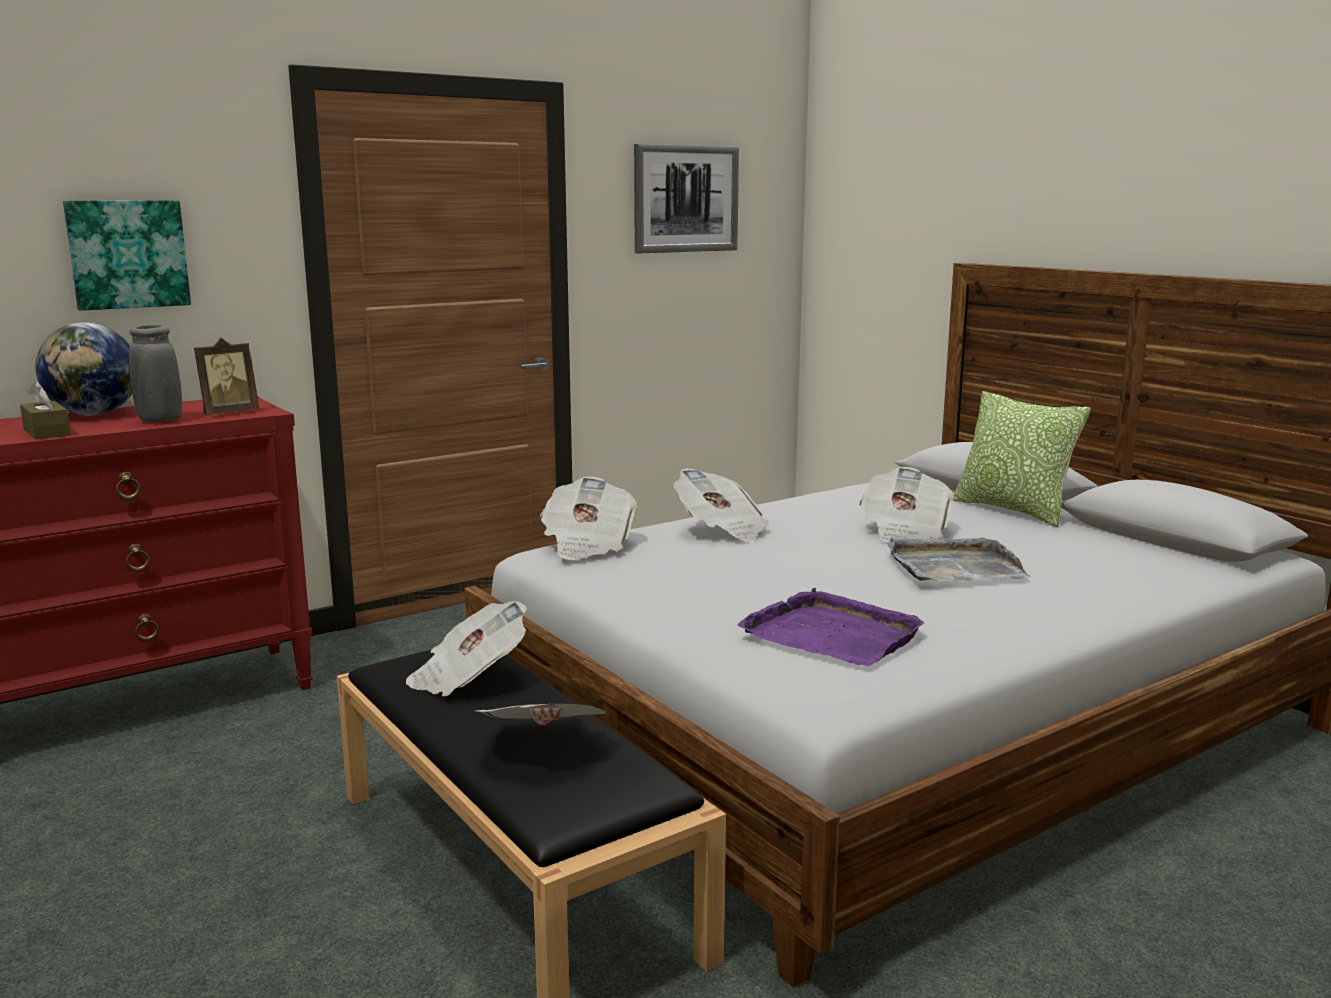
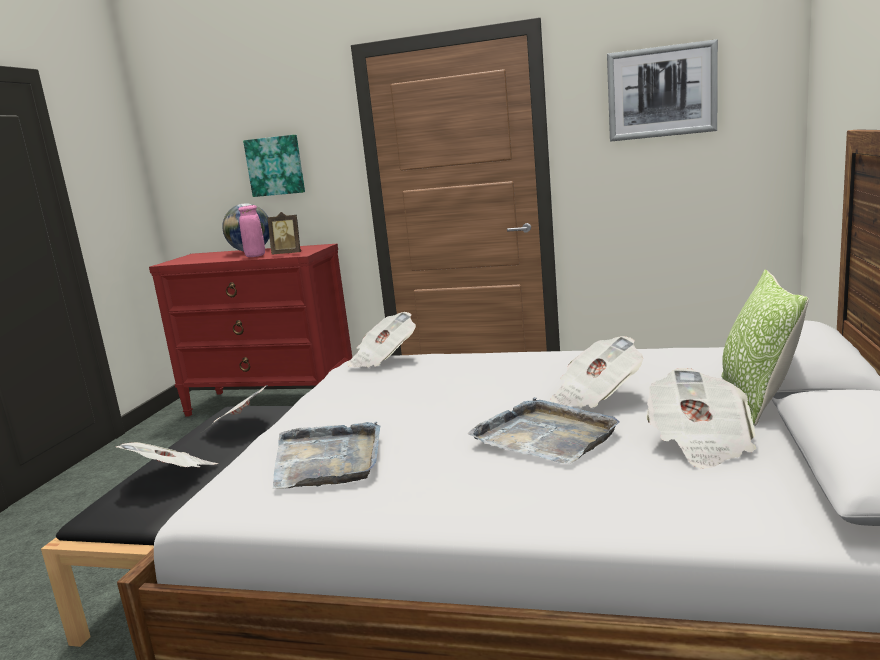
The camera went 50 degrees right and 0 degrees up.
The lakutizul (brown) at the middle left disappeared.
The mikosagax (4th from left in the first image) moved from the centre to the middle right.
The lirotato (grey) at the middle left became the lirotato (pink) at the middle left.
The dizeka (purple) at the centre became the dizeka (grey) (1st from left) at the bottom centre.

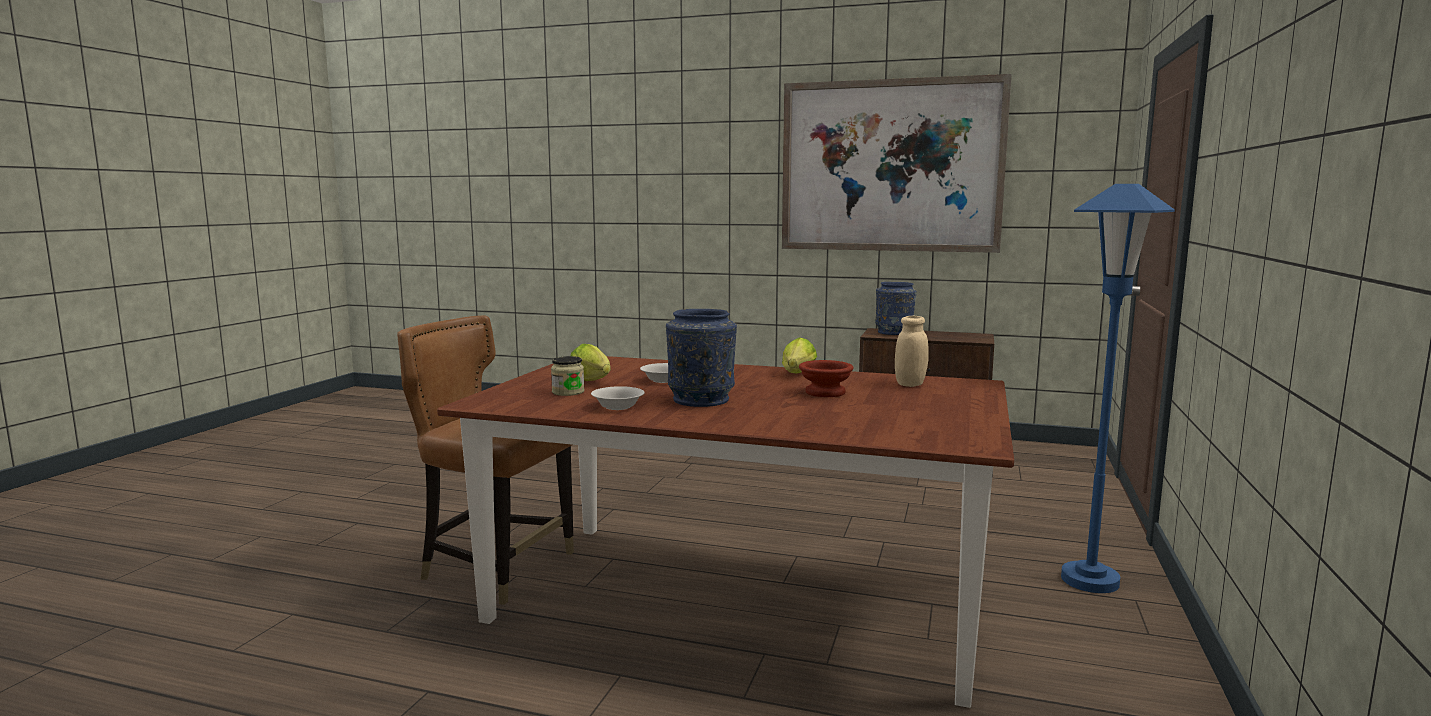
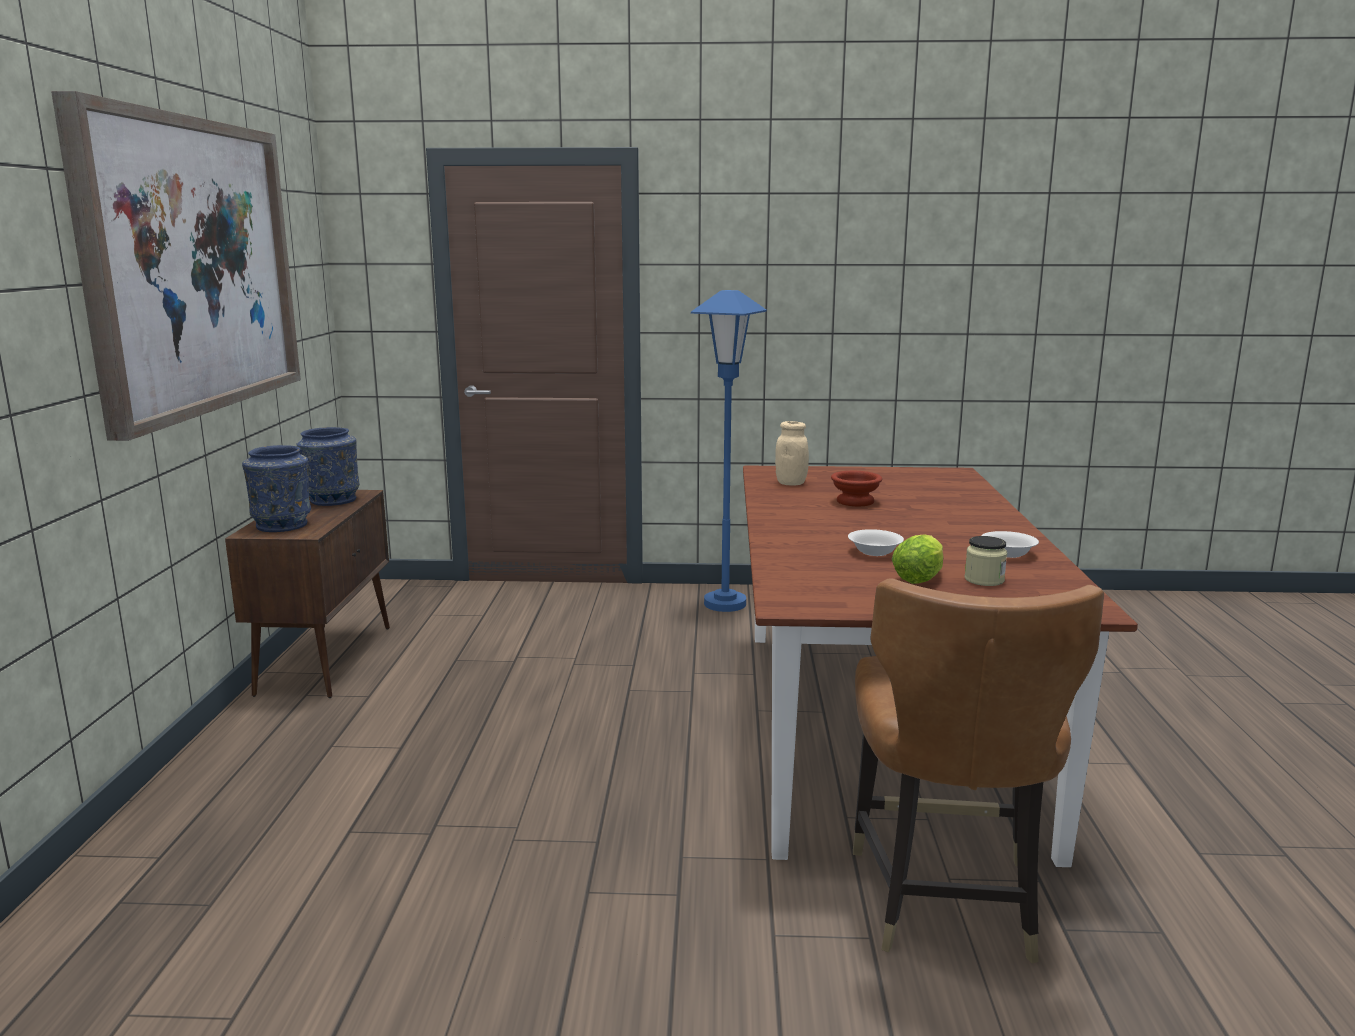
The camera went 105 degrees left and 5 degrees up.
The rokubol (2nd from left) at the centre disappeared.
The lirotato (blue) (1st from left in the first image) moved from the centre to the middle left.

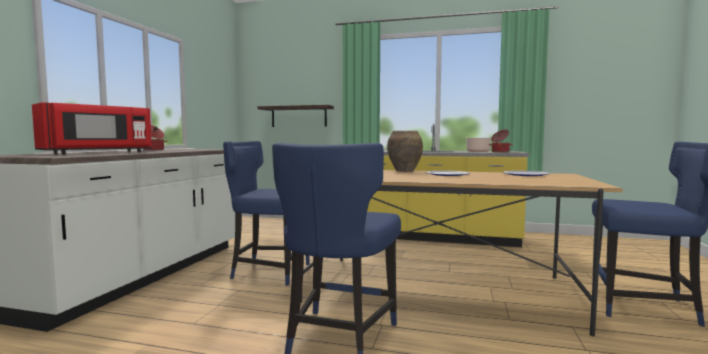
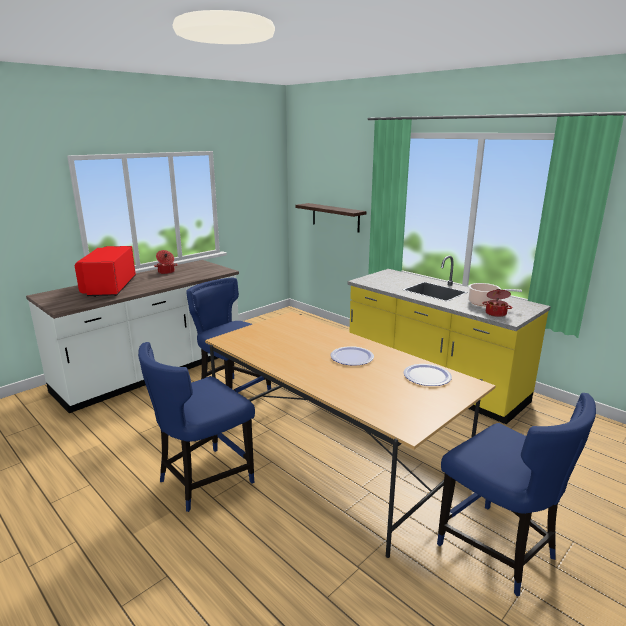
The camera went 30 degrees right and 15 degrees up.
The lirotato (brown) at the centre disappeared.
The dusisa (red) at the middle left turned 105 degrees clockwise.

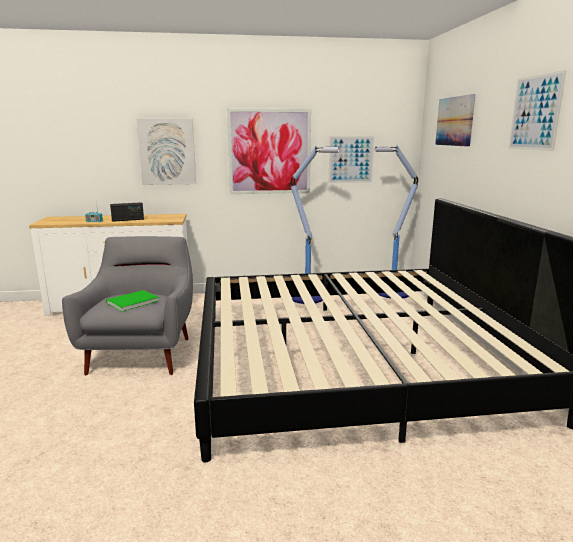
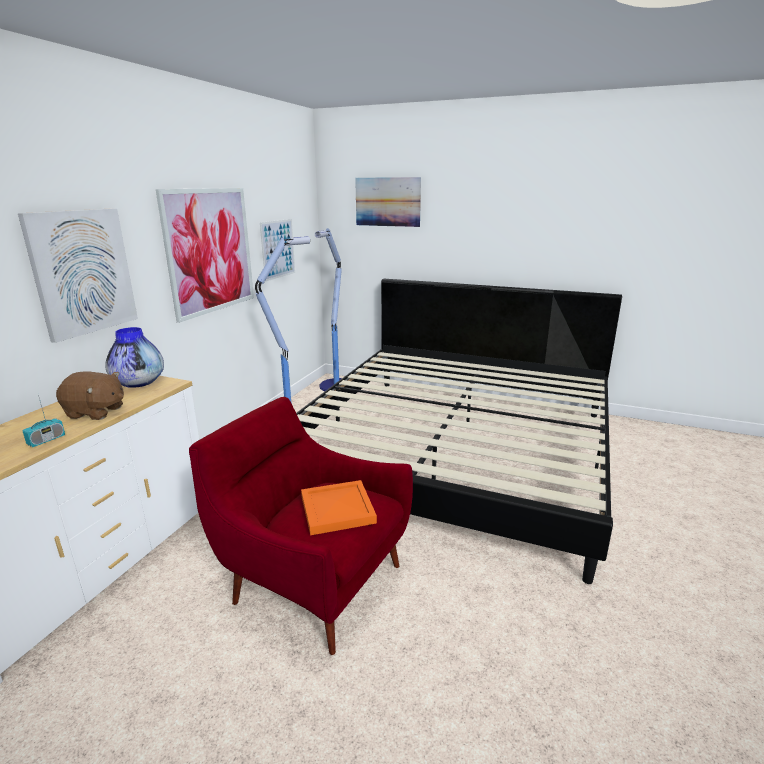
The camera went 60 degrees left and 5 degrees up.
The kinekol (5th from left) at the top right disappeared.
The lirotato at the middle left appeared.
The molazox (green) at the middle left was replaced by the dizeka (orange) at the centre.
The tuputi (2nd from left) at the middle left was replaced by the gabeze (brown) at the middle left.
The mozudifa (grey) at the middle left became the mozudifa (red) at the bottom centre.

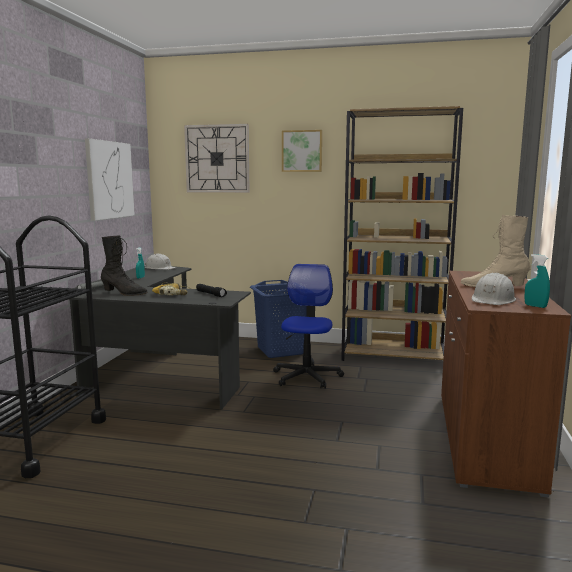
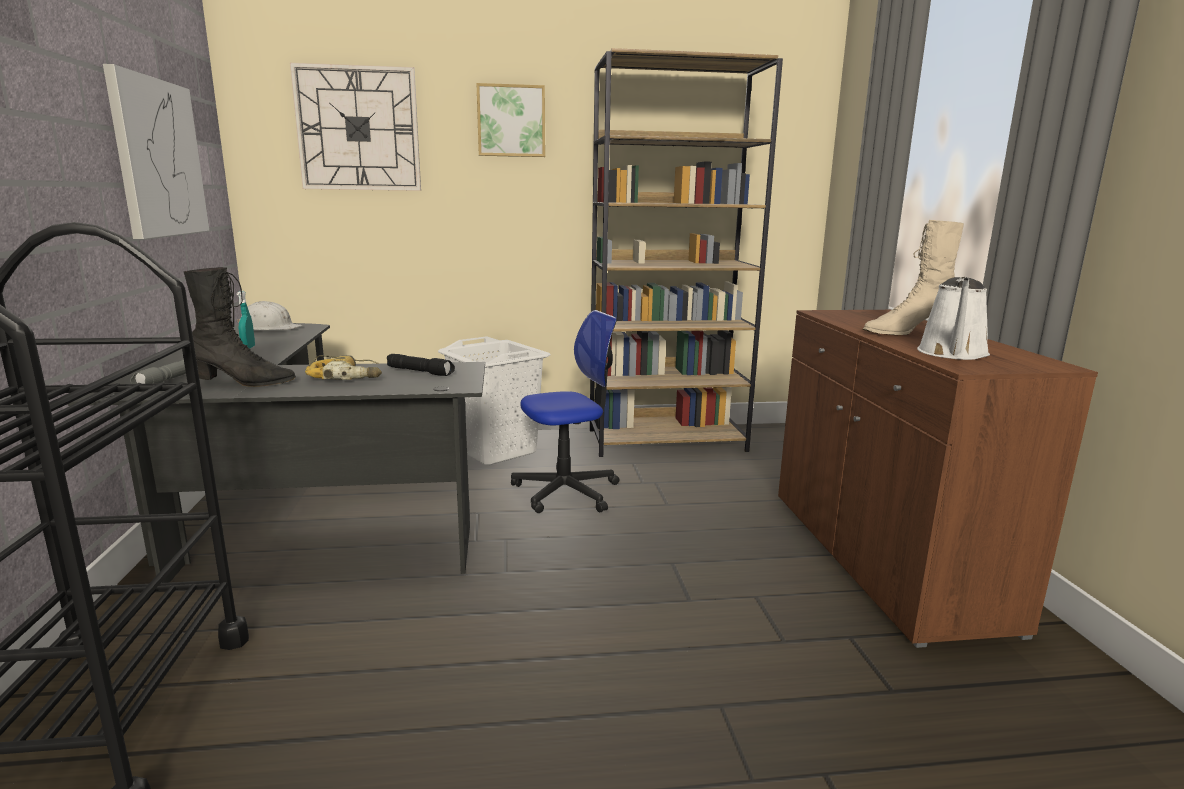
The camera went 20 degrees left and 5 degrees up.
The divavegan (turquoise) (2nd from left) at the middle right disappeared.
The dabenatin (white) (2nd from left) at the middle right was replaced by the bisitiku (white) at the middle right.
The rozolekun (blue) at the centre became the rozolekun (white) at the centre.
The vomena at the centre turned 75 degrees clockwise.

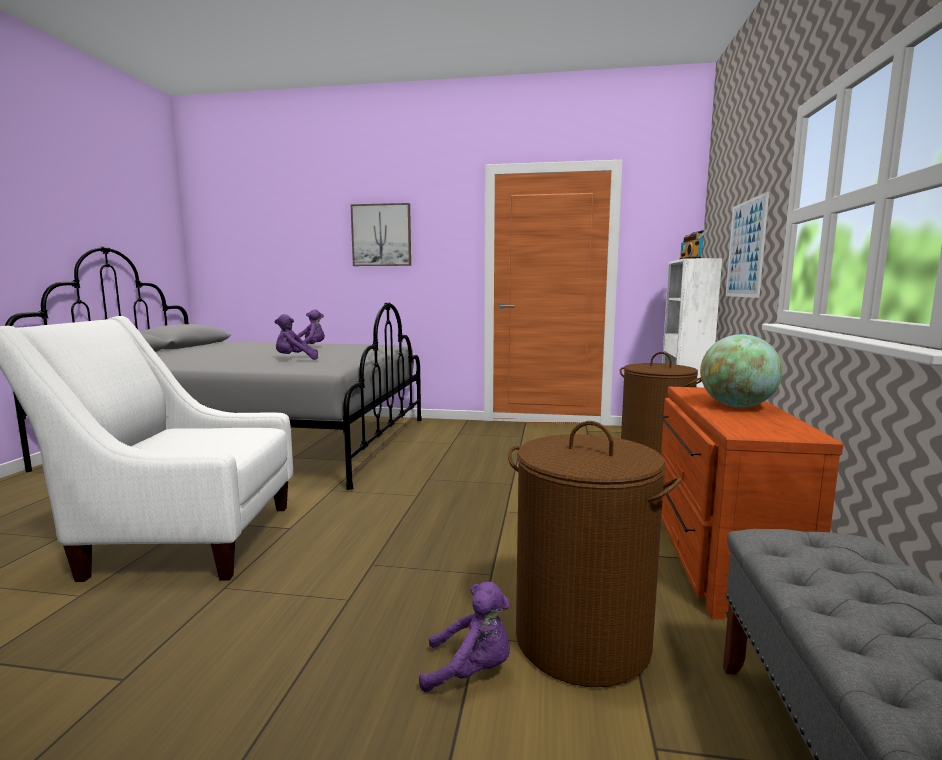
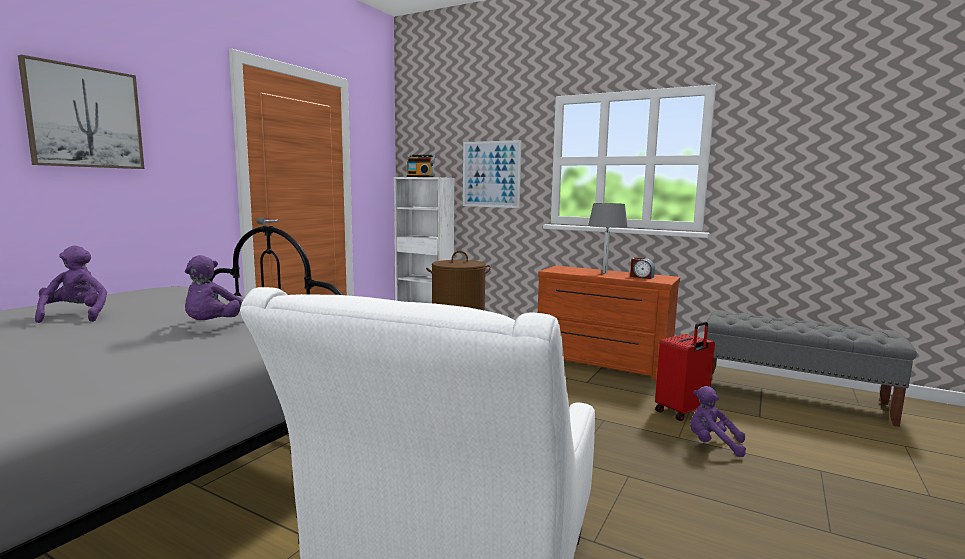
The camera went 70 degrees left and 0 degrees up.
The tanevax at the centre appeared.
The rozolekun (brown) (1st from left) at the bottom centre was replaced by the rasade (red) at the middle right.
The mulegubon at the middle right was replaced by the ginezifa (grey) at the centre.
The gabeze (purple) (3rd from left) at the bottom centre turned 90 degrees counterclockwise.

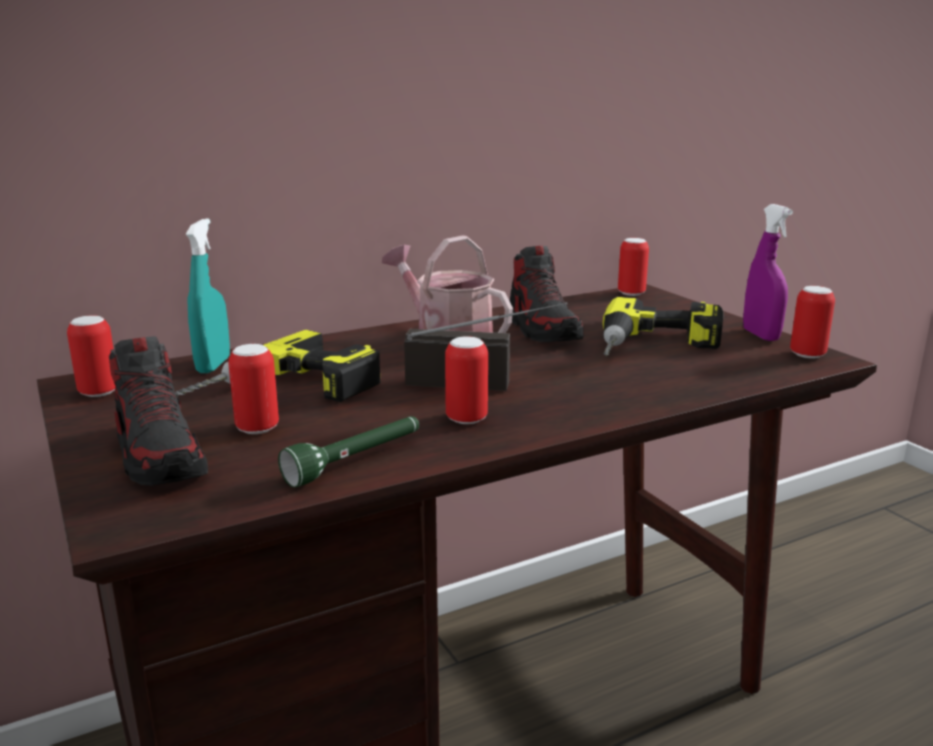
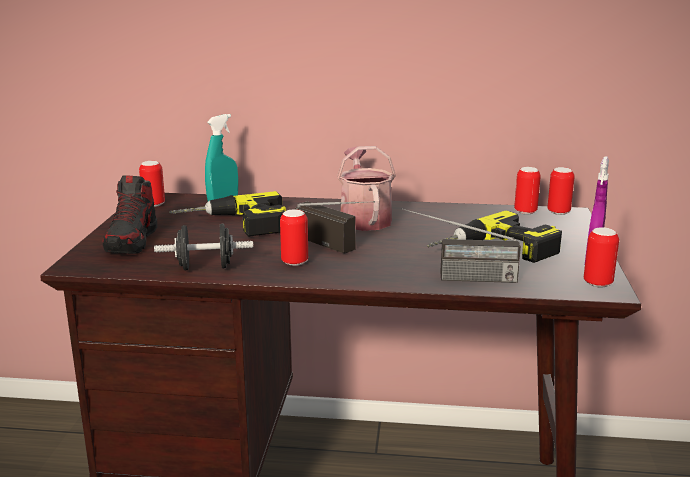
The camera went 35 degrees right and 0 degrees up.
The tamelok (2nd from left) at the centre disappeared.
The tuputi (2nd from left) at the middle right appeared.
The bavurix (2nd from left in the first image) moved from the middle left to the middle right.
The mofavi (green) at the centre was replaced by the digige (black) at the middle left.

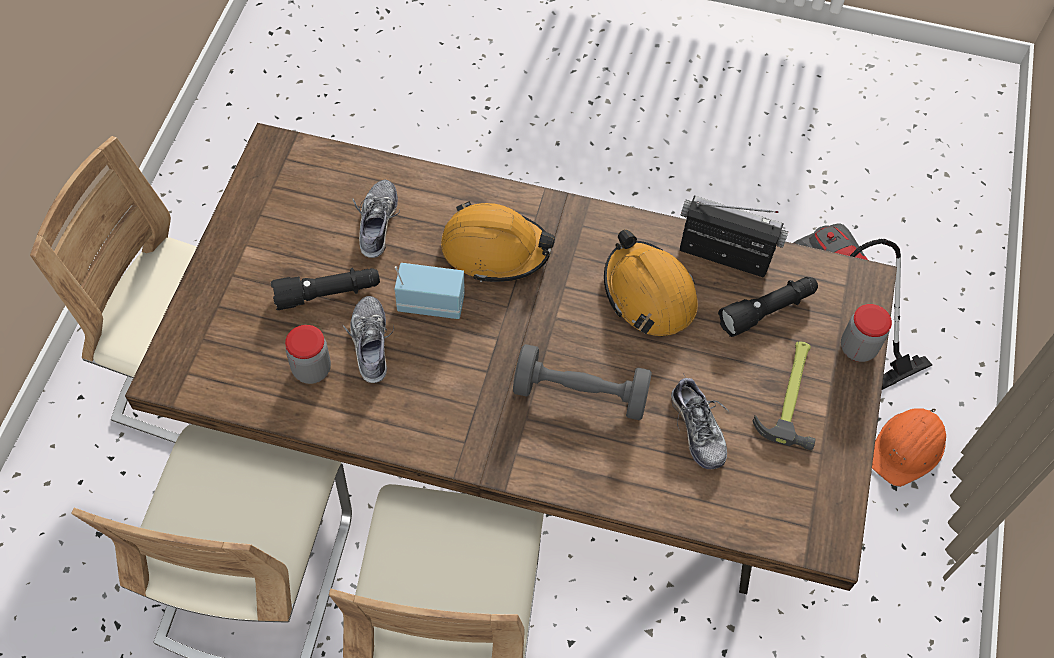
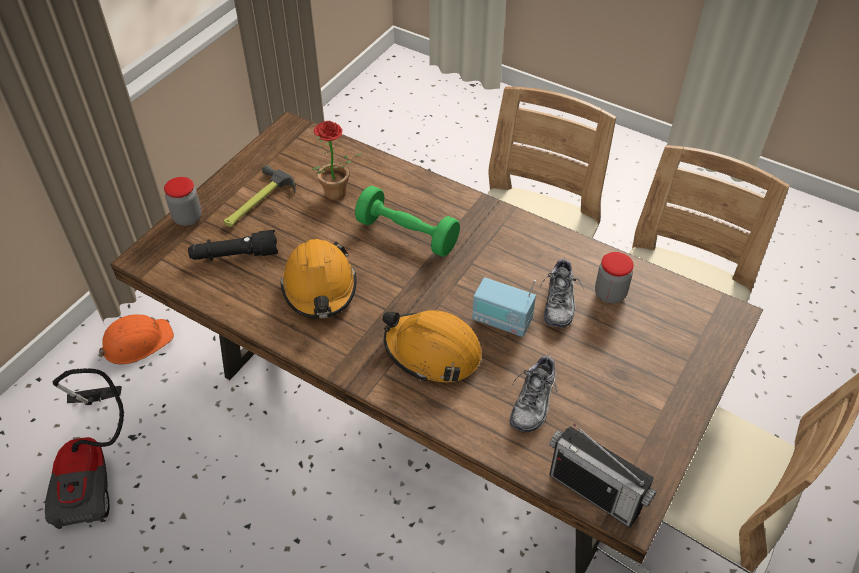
The camera went 160 degrees left and 10 degrees down.
The mofavi (black) (1st from left) at the middle left disappeared.
The tuputi (2nd from left) moved from the middle right to the bottom right.
The tamelok (3rd from left) at the centre was replaced by the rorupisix at the top centre.
The digige (grey) at the centre became the digige (green) at the centre.

